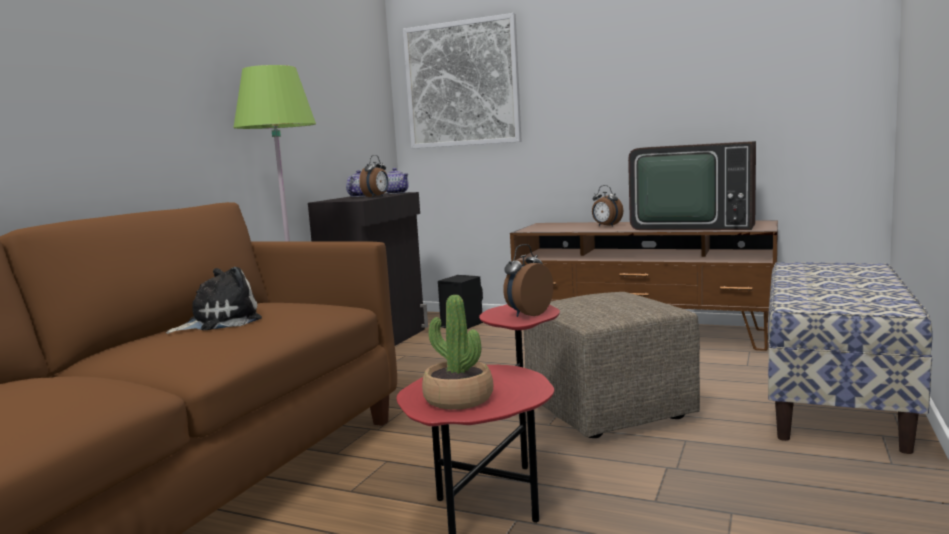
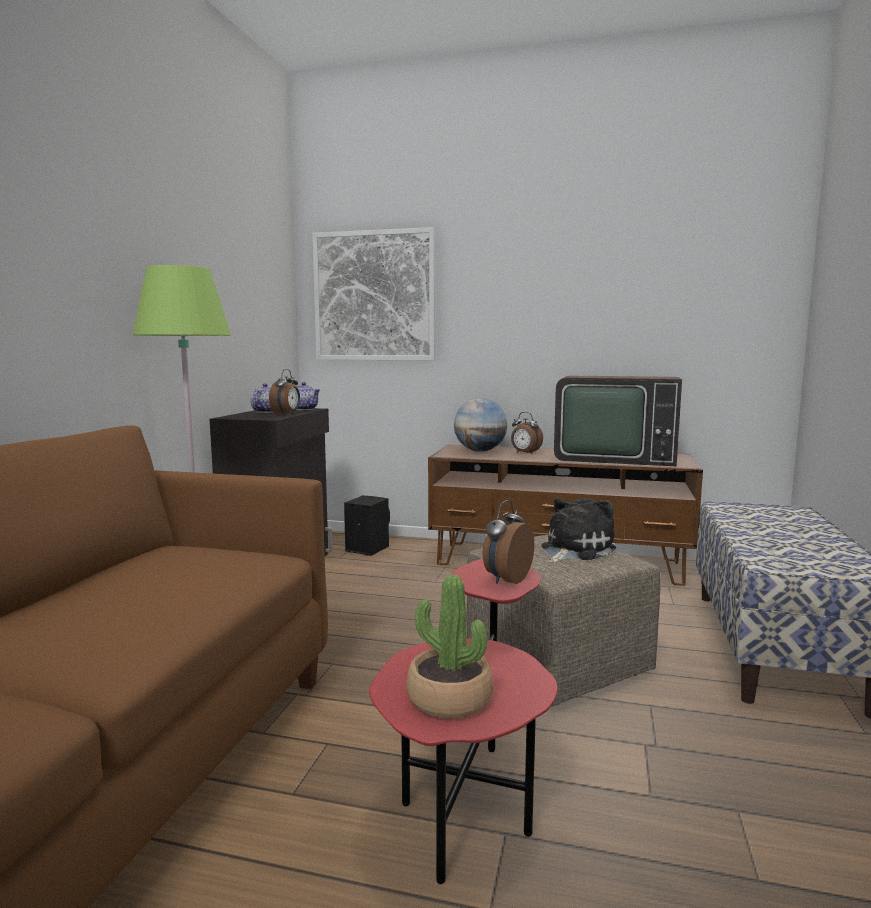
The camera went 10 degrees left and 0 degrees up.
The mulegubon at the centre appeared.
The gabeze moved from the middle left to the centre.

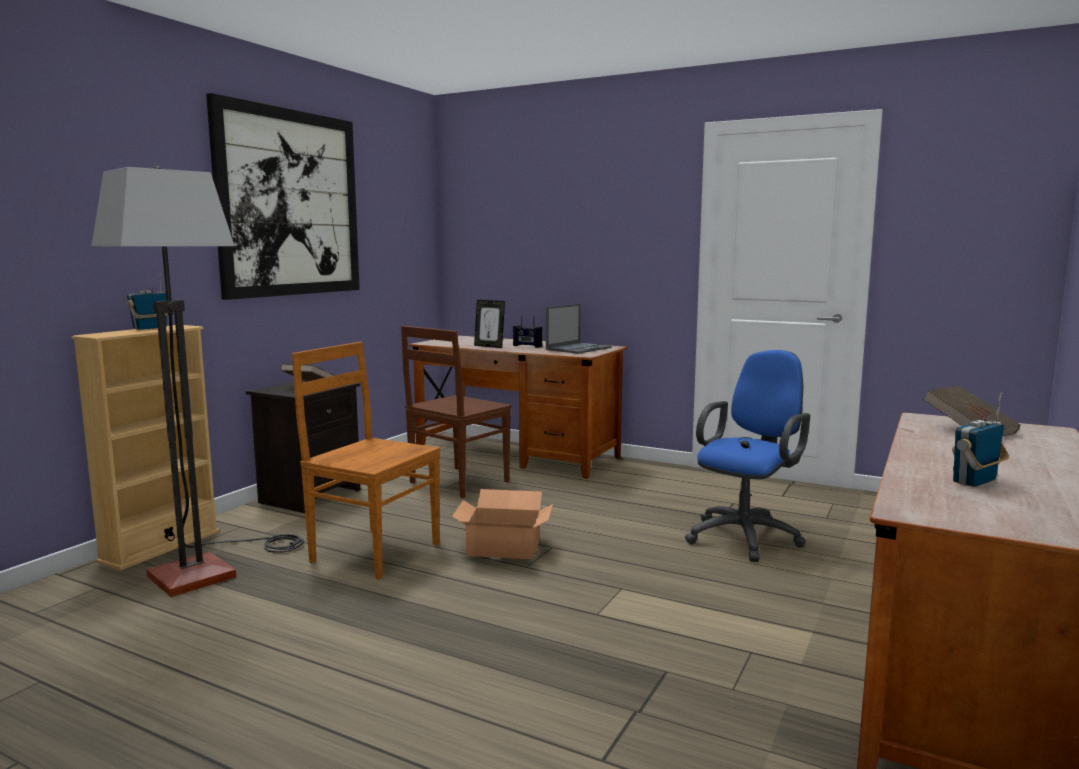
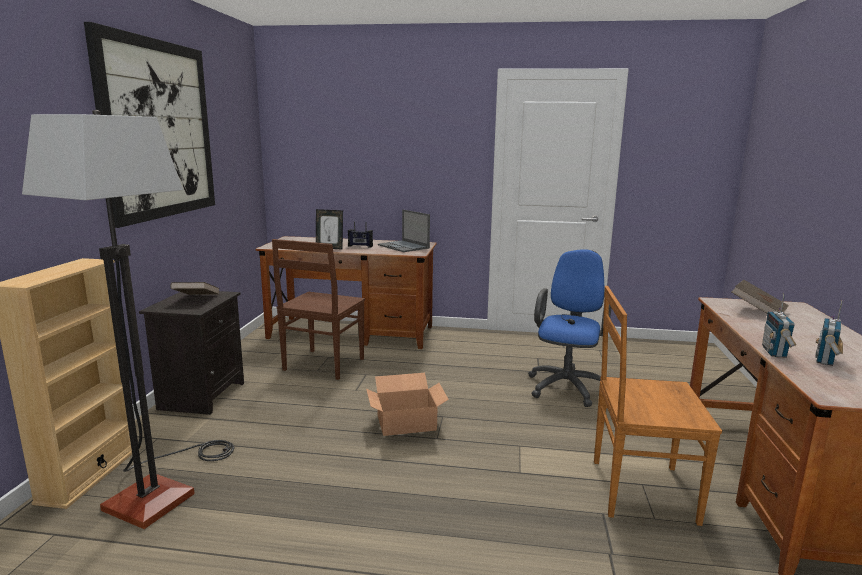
The camera went 20 degrees left and 5 degrees up.
The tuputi (1st from left in the first image) moved from the middle left to the middle right.
The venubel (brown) (1st from left in the first image) moved from the centre to the bottom right.
The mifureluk at the centre turned 120 degrees clockwise.

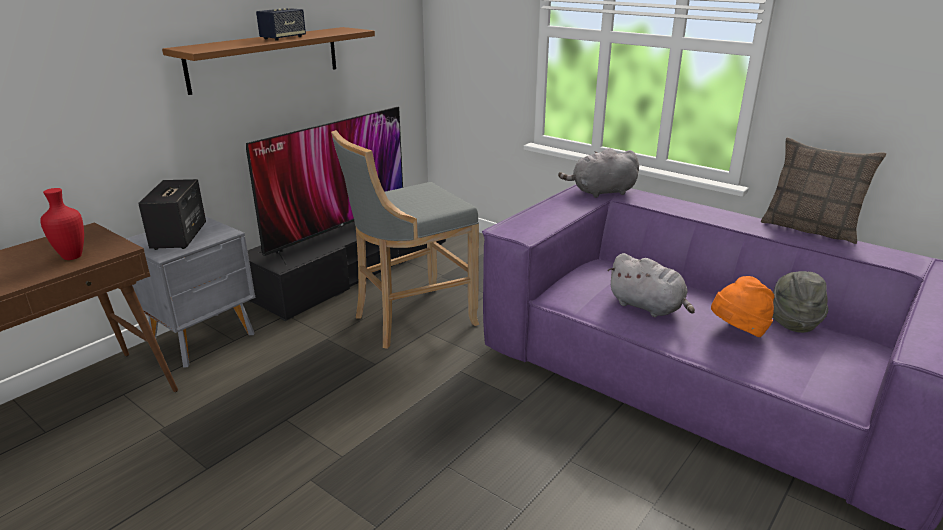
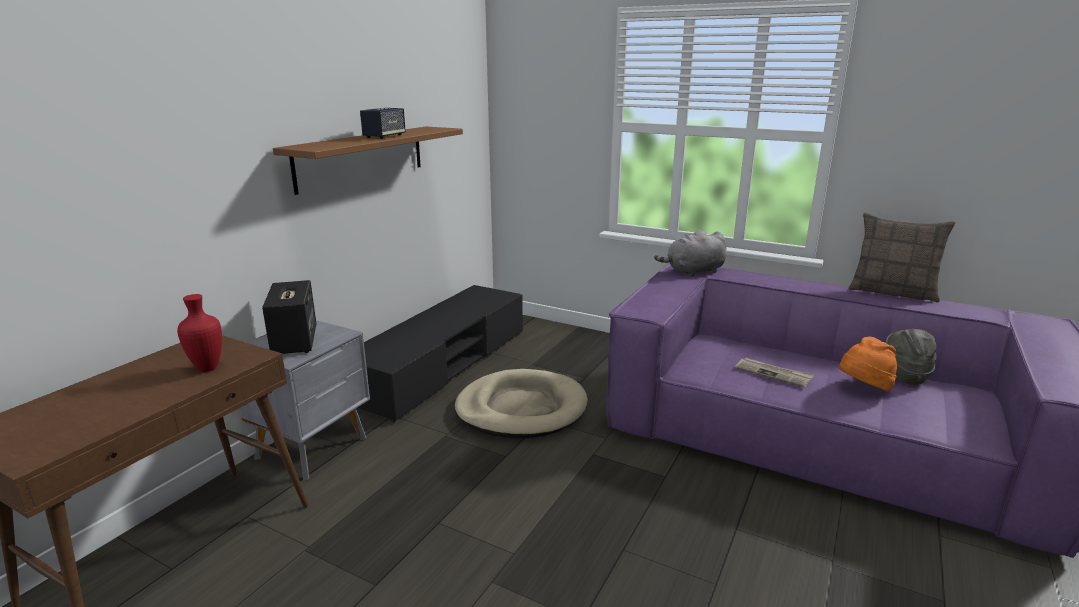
The camera went 10 degrees left and 5 degrees down.
The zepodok at the centre disappeared.
The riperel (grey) at the centre was replaced by the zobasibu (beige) at the centre.
The gabeze (grey) (2nd from left) at the middle right was replaced by the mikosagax at the middle right.

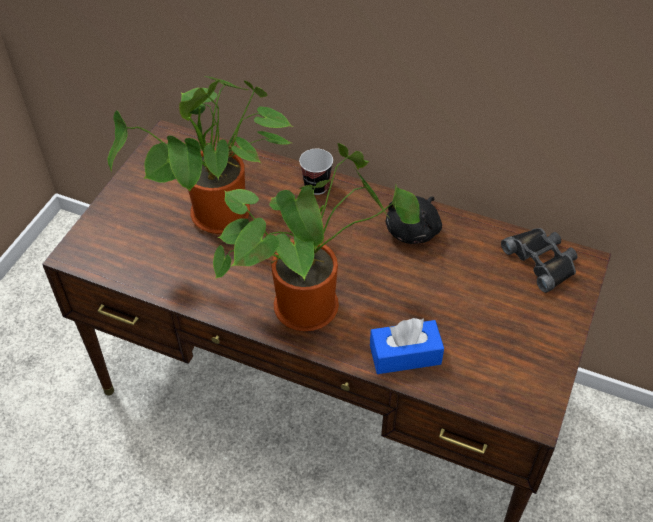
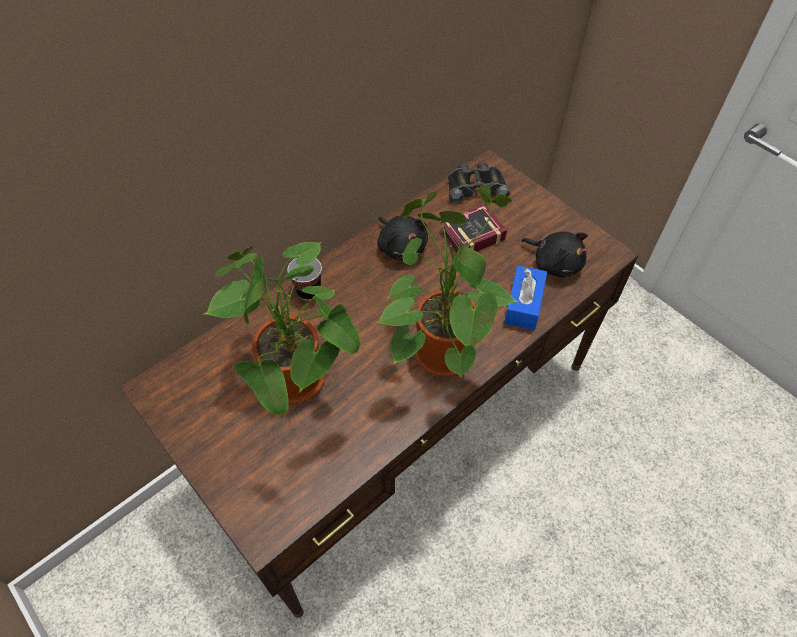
The camera went 65 degrees left and 5 degrees up.
The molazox at the centre appeared.
The gabeze (black) (2nd from left) at the middle right appeared.

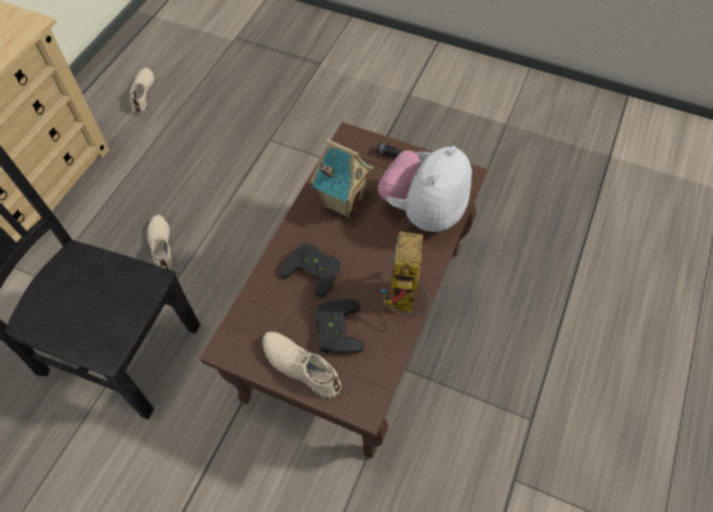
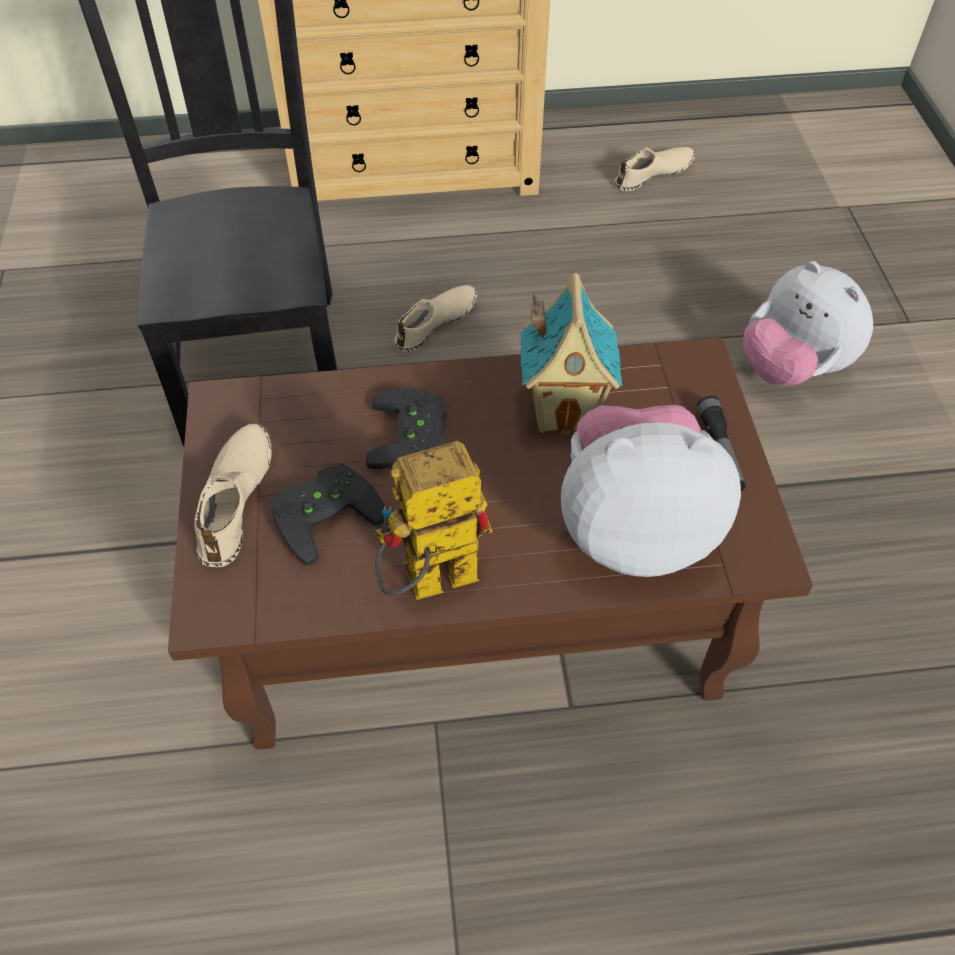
The camera went 60 degrees right and 5 degrees down.
The gabeze (2nd from left) at the middle right appeared.

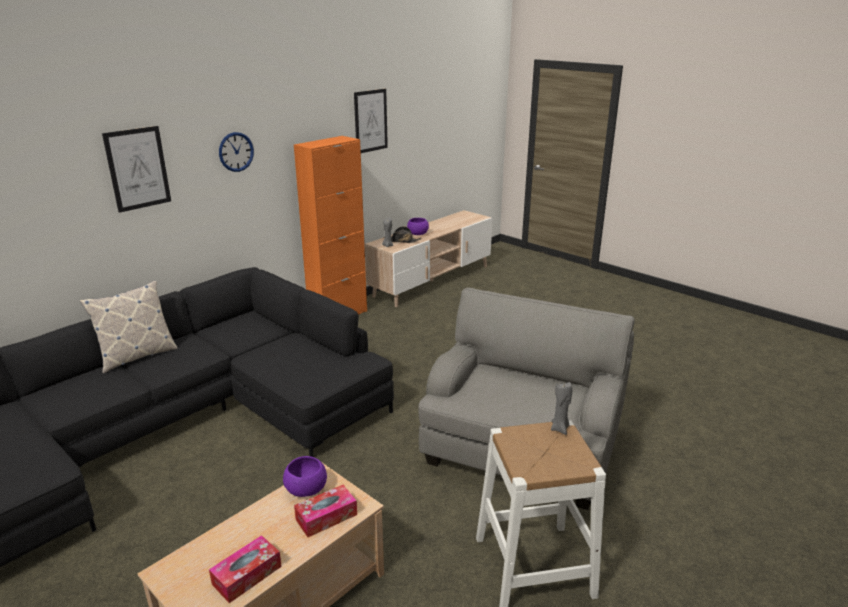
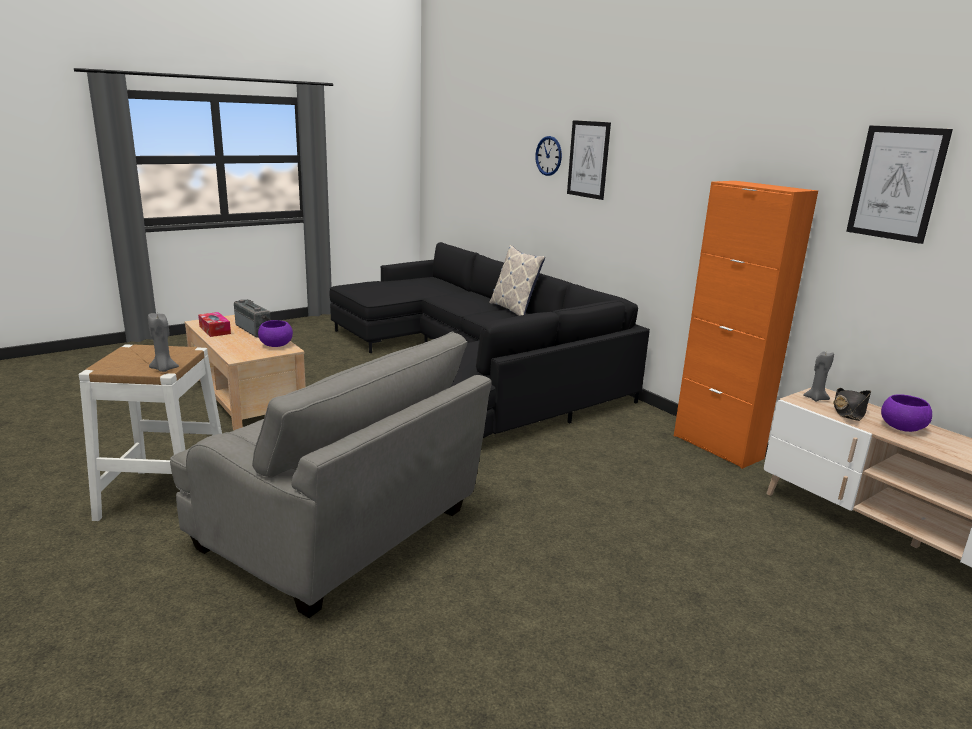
The camera went 100 degrees right and 5 degrees down.
The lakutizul (2nd from left) at the bottom centre disappeared.
The tuputi at the middle left appeared.
The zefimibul moved from the top left to the top centre.

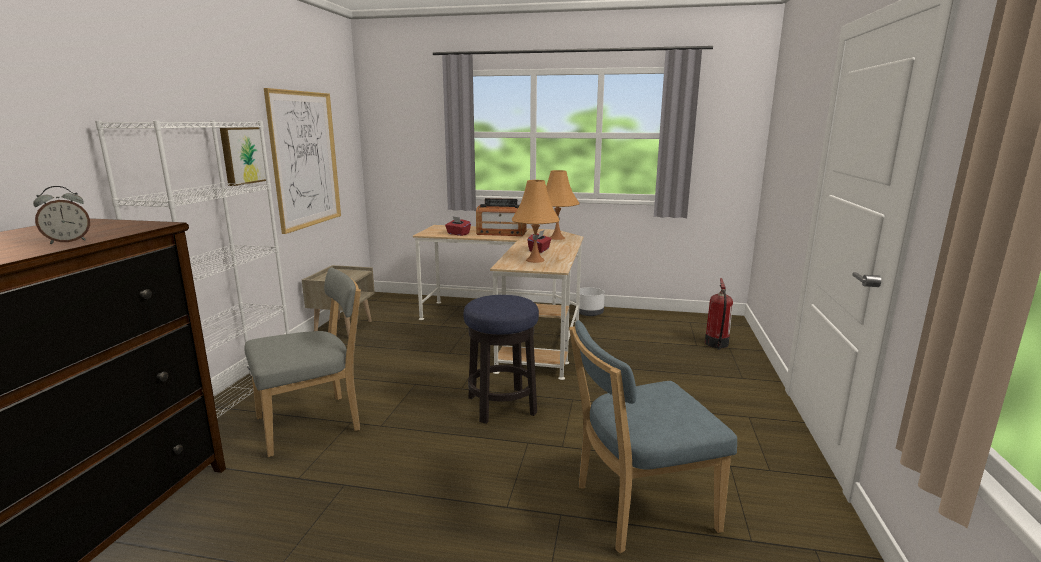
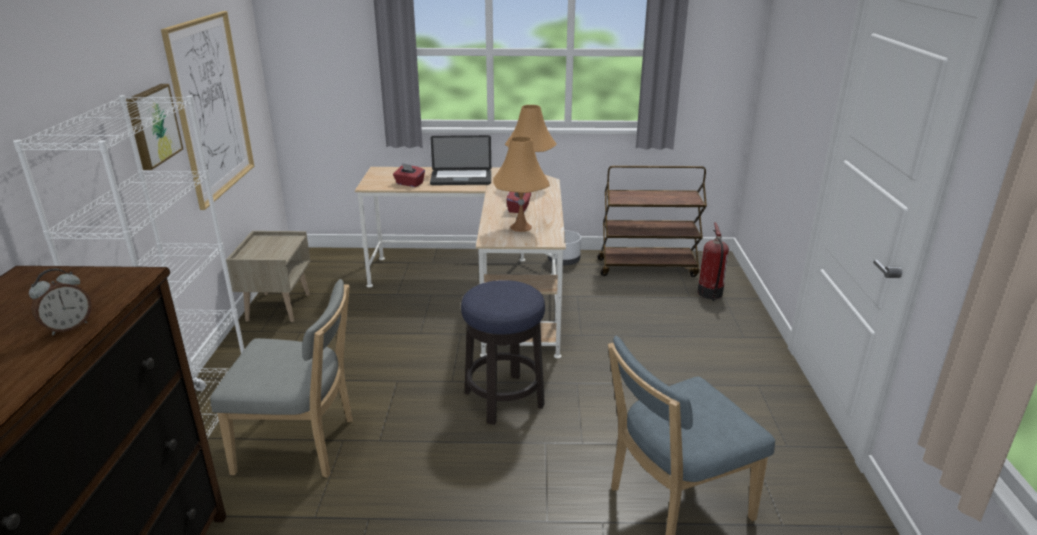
The camera went 10 degrees left and 10 degrees up.
The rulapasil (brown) at the centre appeared.
The tuputi at the centre was replaced by the mifureluk at the top centre.
The venubel (grey) at the middle left turned 45 degrees clockwise.

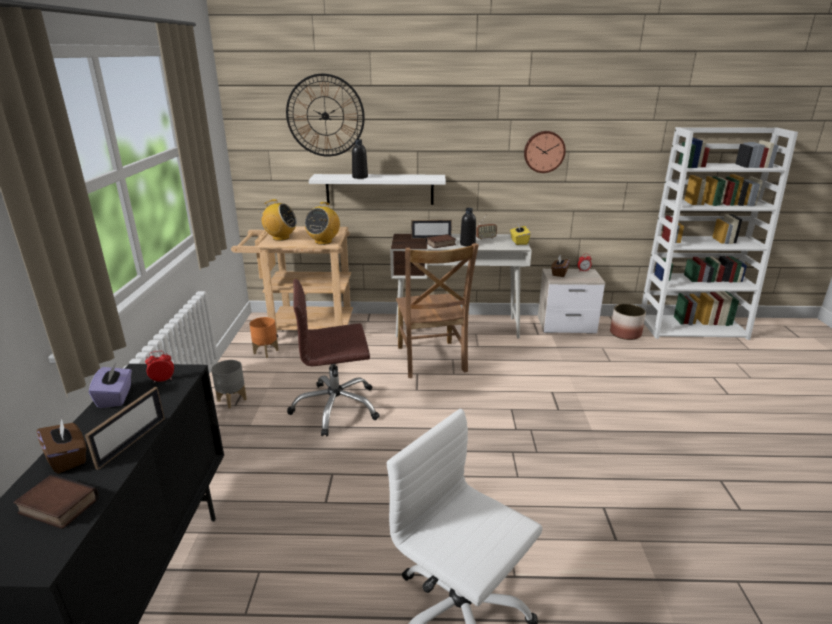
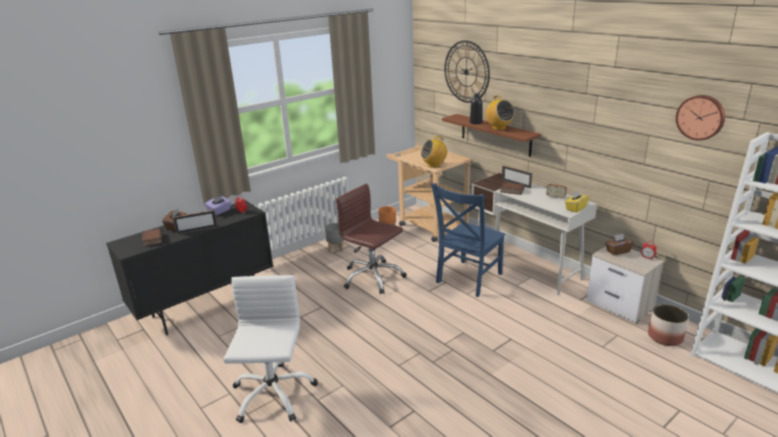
The camera went 50 degrees right and 0 degrees up.
The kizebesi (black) (2nd from left) at the centre disappeared.
The tuputi (1st from left in the first image) moved from the middle left to the top centre.
The zefimibul (2nd from left) moved from the top centre to the top right.
The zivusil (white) at the top centre became the zivusil (brown) at the top centre.
The venubel (brown) at the centre became the venubel (blue) at the centre.

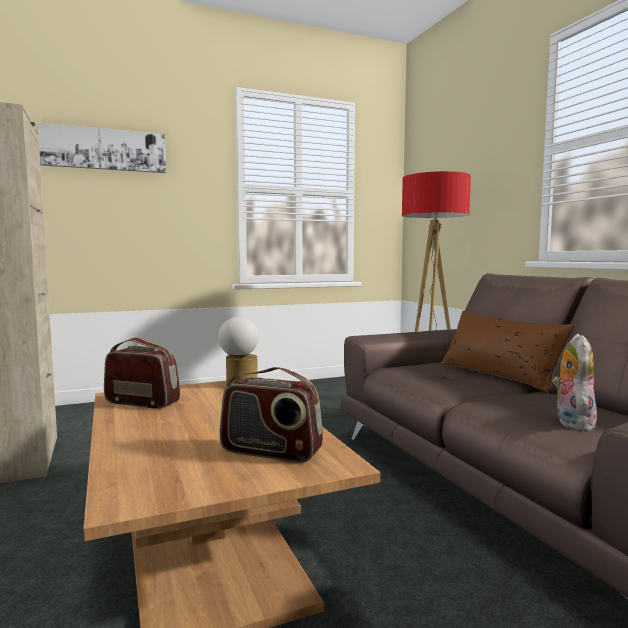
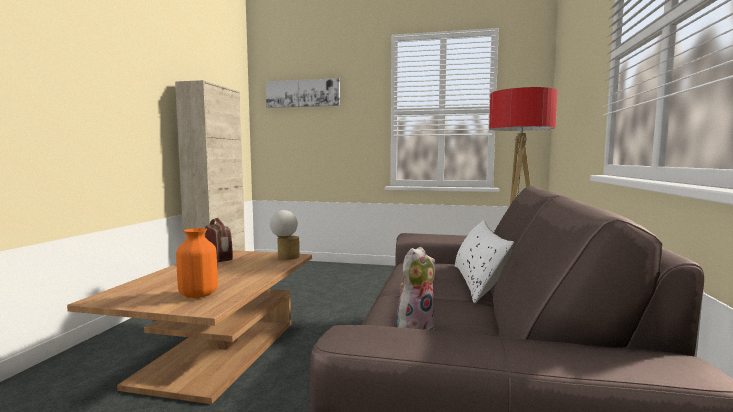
The camera went 35 degrees right and 0 degrees up.
The tuputi (2nd from left) at the centre was replaced by the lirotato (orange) at the middle left.
The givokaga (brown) at the middle right became the givokaga (white) at the centre.

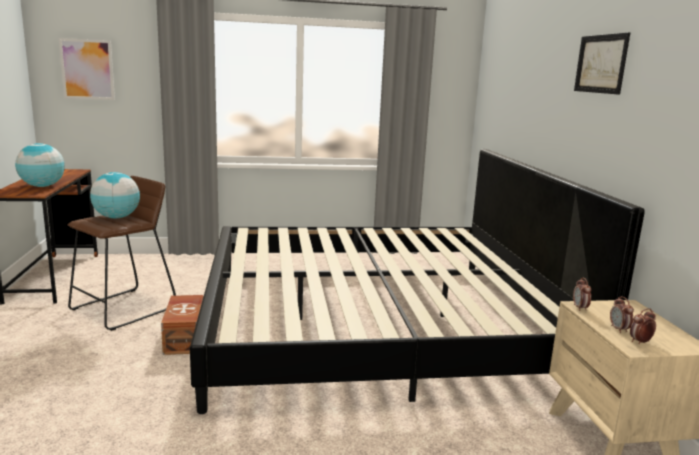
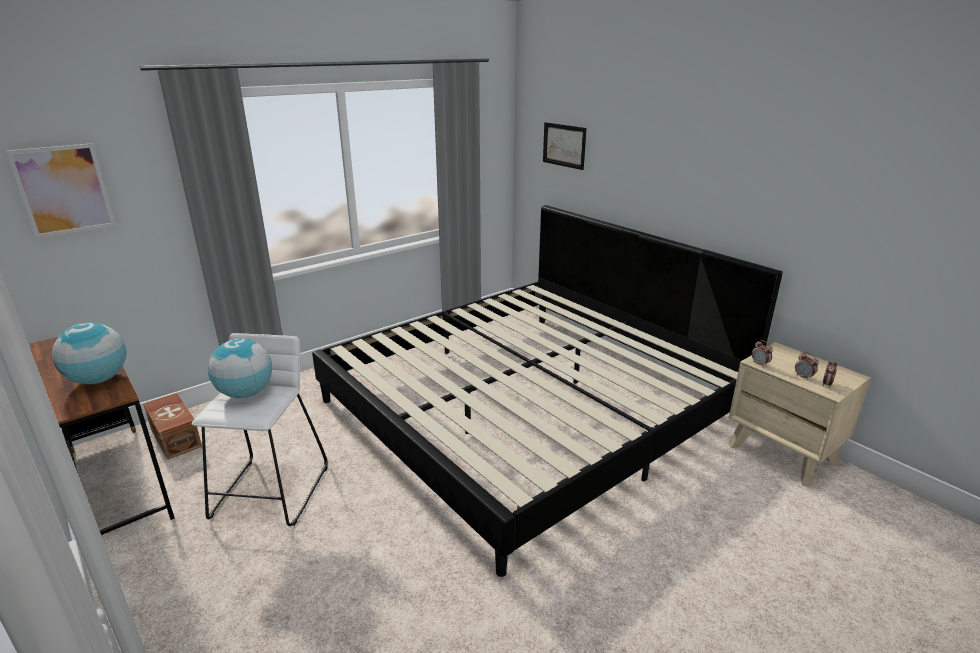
The camera went 30 degrees left and 10 degrees up.
The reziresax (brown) moved from the bottom left to the middle left.
The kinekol (2nd from left) moved from the top right to the top centre.
The riperel (brown) at the middle left became the riperel (white) at the middle left.

